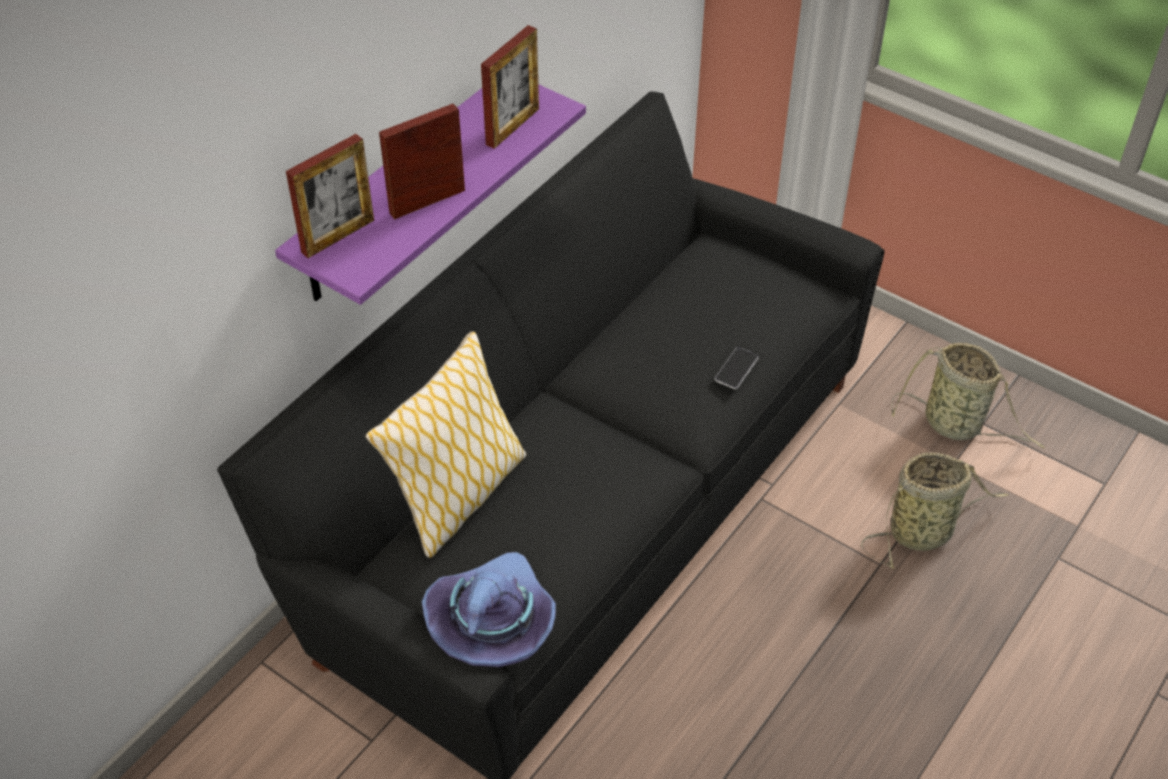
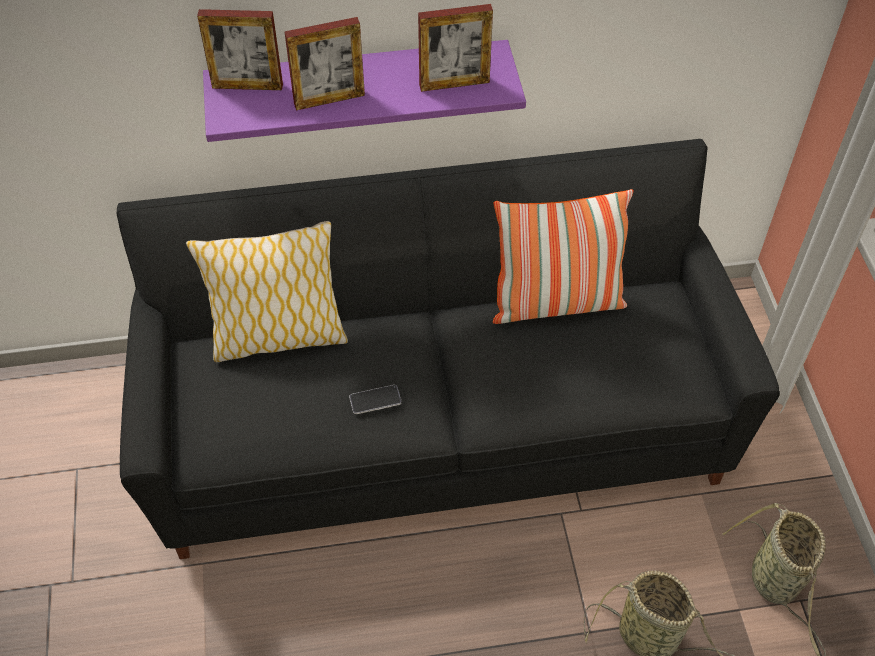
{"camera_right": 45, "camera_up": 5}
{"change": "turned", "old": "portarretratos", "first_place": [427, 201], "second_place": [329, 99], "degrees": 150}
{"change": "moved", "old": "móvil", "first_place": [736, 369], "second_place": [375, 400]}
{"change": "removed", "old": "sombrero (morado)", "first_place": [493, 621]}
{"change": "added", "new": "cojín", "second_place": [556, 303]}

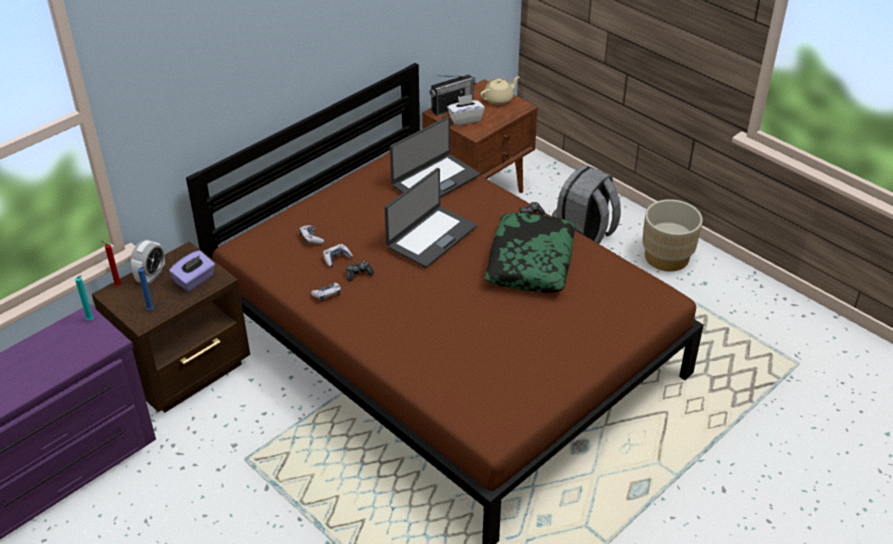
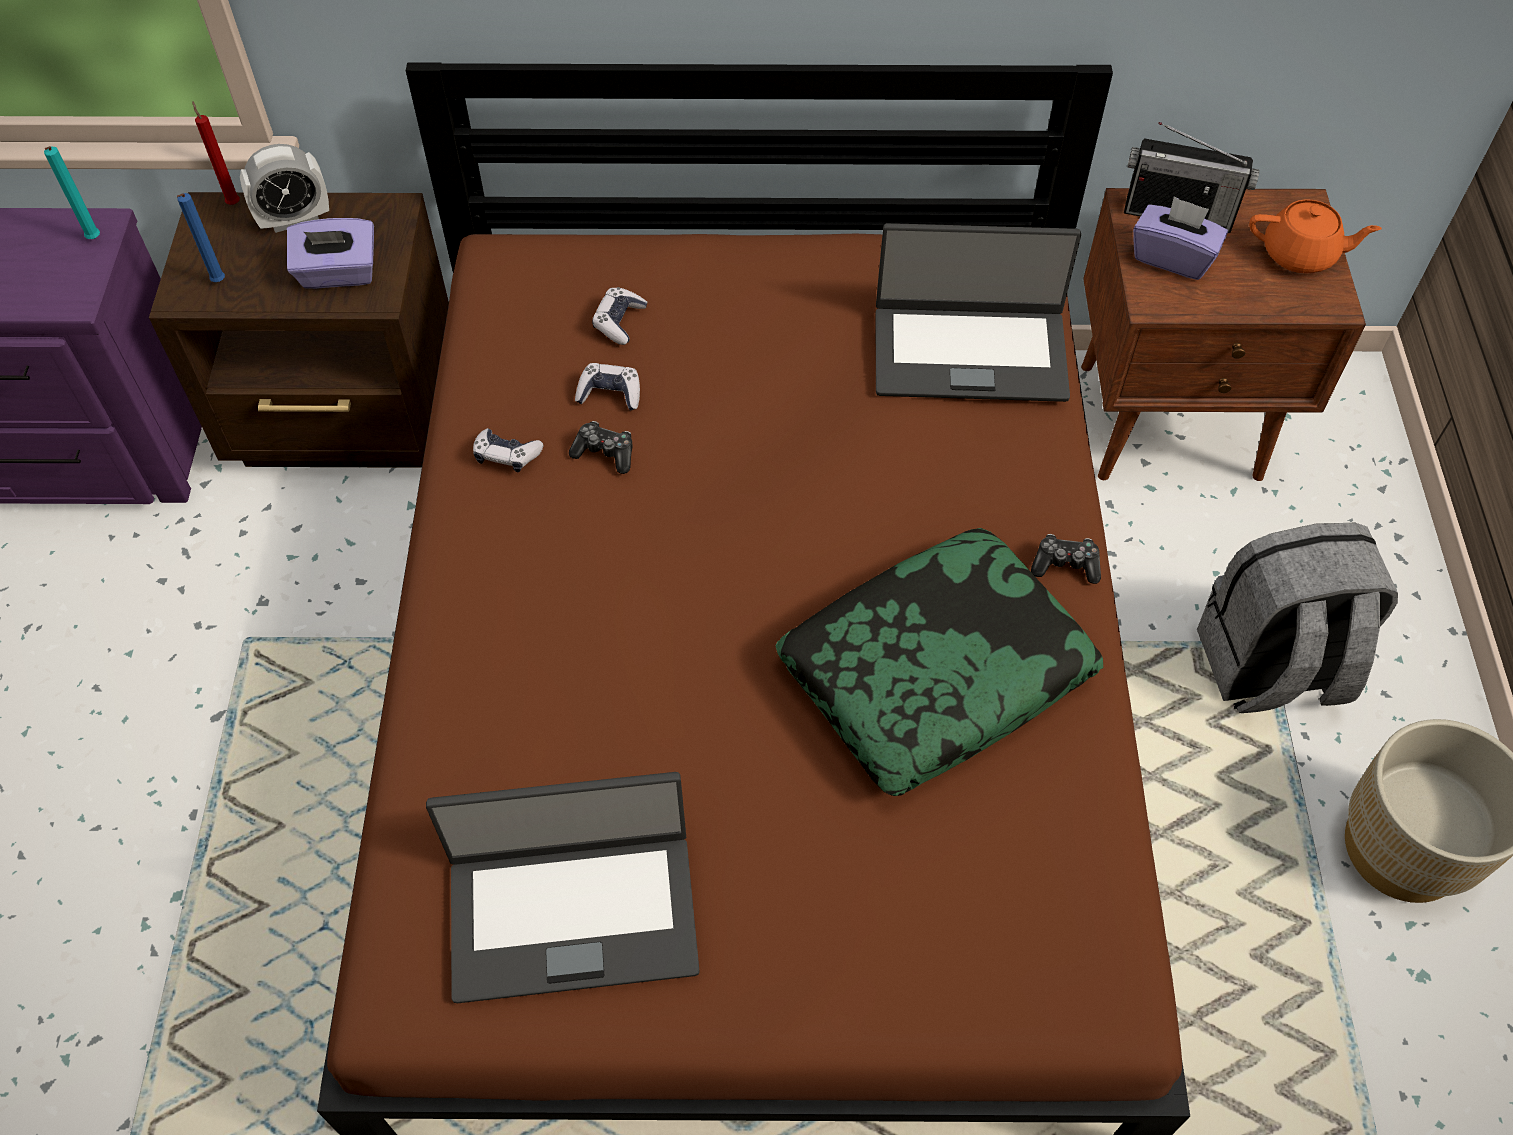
{"camera_right": 45, "camera_up": 15}
{"change": "recoloured", "old": "tetera (beis)", "new": "tetera (naranja)", "first_place": [499, 99], "second_place": [1300, 255]}
{"change": "recoloured", "old": "caja de pañuelos (blanco)", "new": "caja de pañuelos (morado)", "first_place": [465, 119], "second_place": [1172, 257]}
{"change": "moved", "old": "portátil", "first_place": [431, 236], "second_place": [573, 913]}

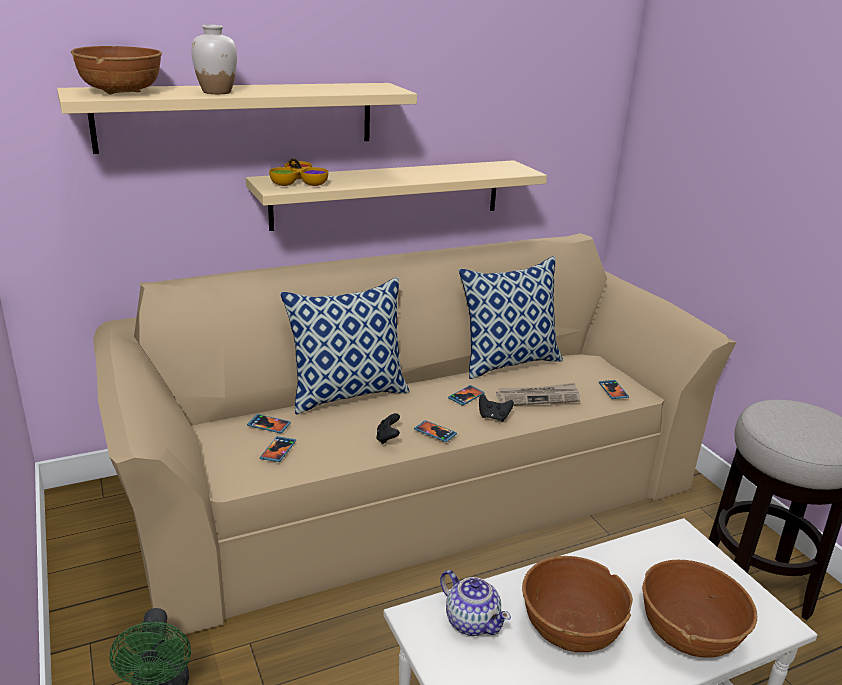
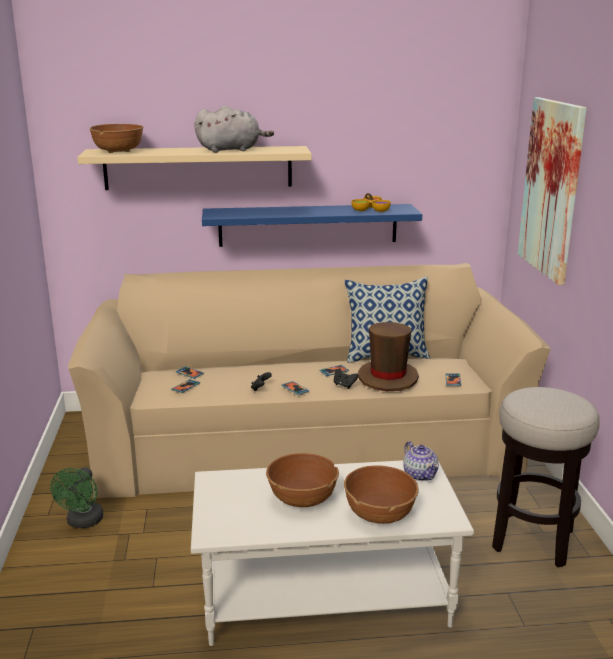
{"camera_right": 20, "camera_up": -5}
{"change": "removed", "old": "florero (blanco)", "first_place": [217, 92]}
{"change": "moved", "old": "cuenco", "first_place": [299, 182], "second_place": [371, 209]}
{"change": "recoloured", "old": "estante (beis)", "new": "estante (azul)", "first_place": [388, 194], "second_place": [308, 225]}
{"change": "removed", "old": "cojín", "first_place": [348, 394]}
{"change": "replaced", "old": "periódico", "new": "sombrero (marrón)", "first_place": [538, 397], "second_place": [388, 377]}
{"change": "moved", "old": "tetera", "first_place": [471, 621], "second_place": [420, 474]}
{"change": "added", "new": "cuadro", "second_place": [551, 188]}
{"change": "added", "new": "peluche (gris)", "second_place": [231, 150]}

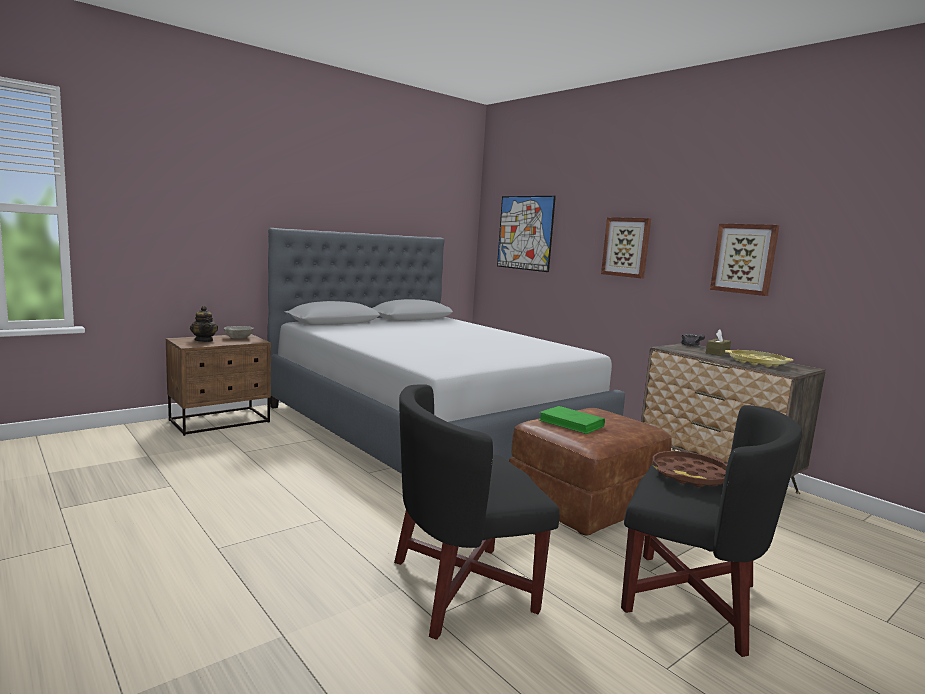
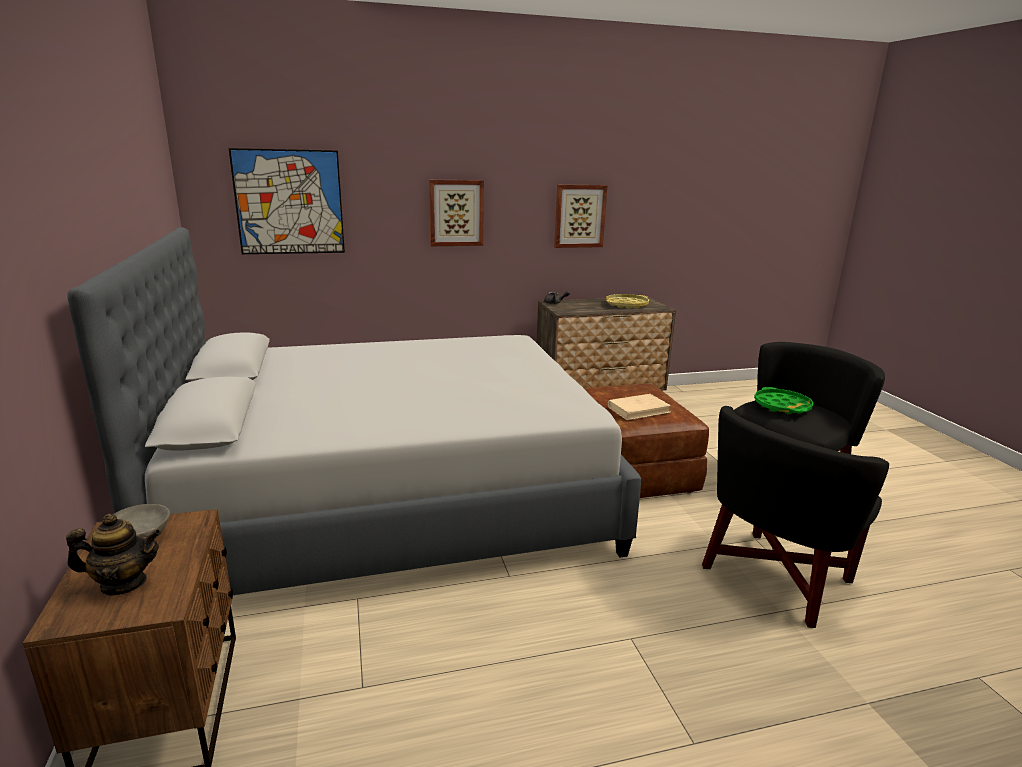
{"camera_right": -65, "camera_up": 10}
{"change": "removed", "old": "caja de pañuelos (marrón)", "first_place": [717, 352]}
{"change": "turned", "old": "sillón (negro)", "first_place": [461, 587], "second_place": [776, 576], "degrees": 45}
{"change": "recoloured", "old": "libro (verde)", "new": "libro (beis)", "first_place": [571, 423], "second_place": [639, 410]}
{"change": "recoloured", "old": "bandeja (marrón)", "new": "bandeja (verde)", "first_place": [690, 475], "second_place": [782, 406]}

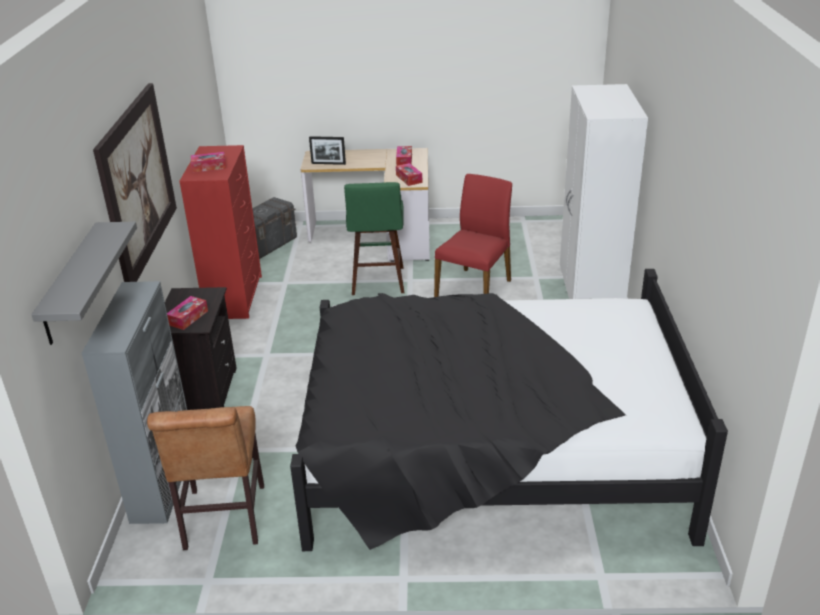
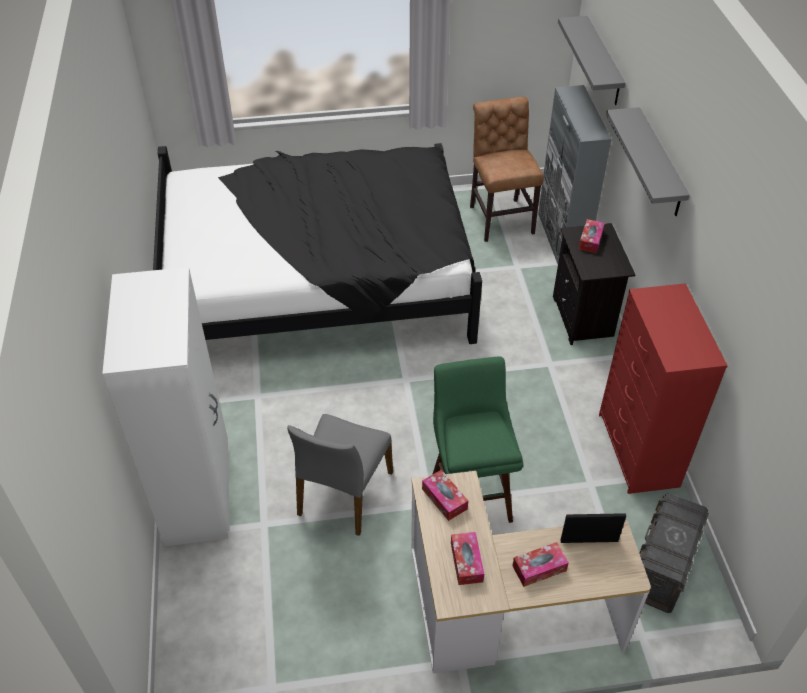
{"camera_right": 170, "camera_up": 15}
{"change": "replaced", "old": "cuadro", "new": "estante (gris)", "first_place": [137, 182], "second_place": [659, 163]}
{"change": "moved", "old": "caja de pañuelos", "first_place": [209, 167], "second_place": [539, 568]}
{"change": "recoloured", "old": "silla (rojo)", "new": "silla (gris)", "first_place": [474, 288], "second_place": [343, 493]}

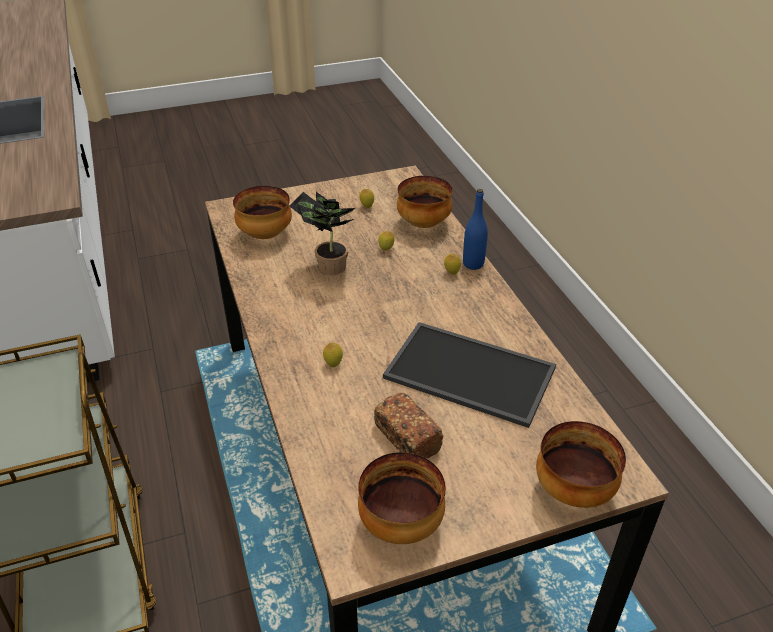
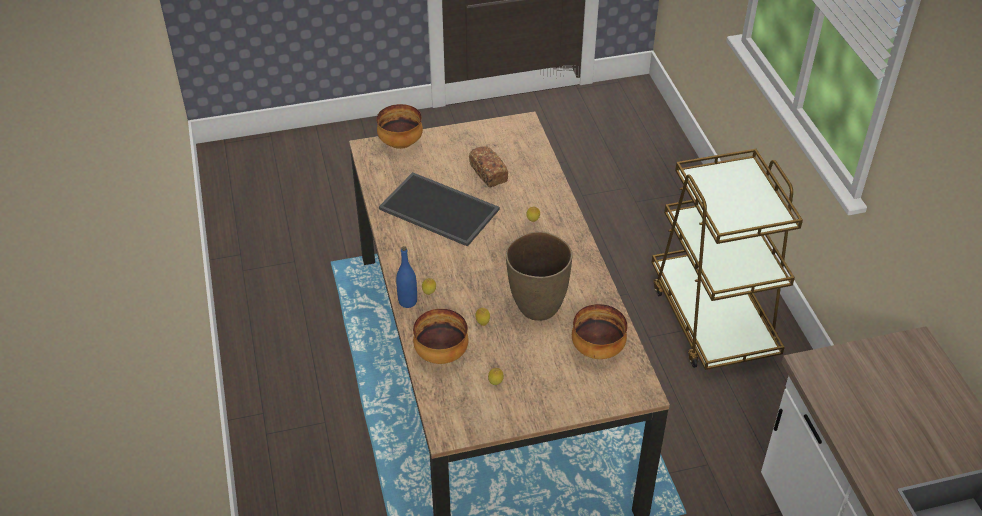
{"camera_right": -175, "camera_up": 5}
{"change": "replaced", "old": "planta en maceta", "new": "florero (marrón)", "first_place": [327, 267], "second_place": [537, 307]}
{"change": "removed", "old": "cuenco", "first_place": [401, 525]}

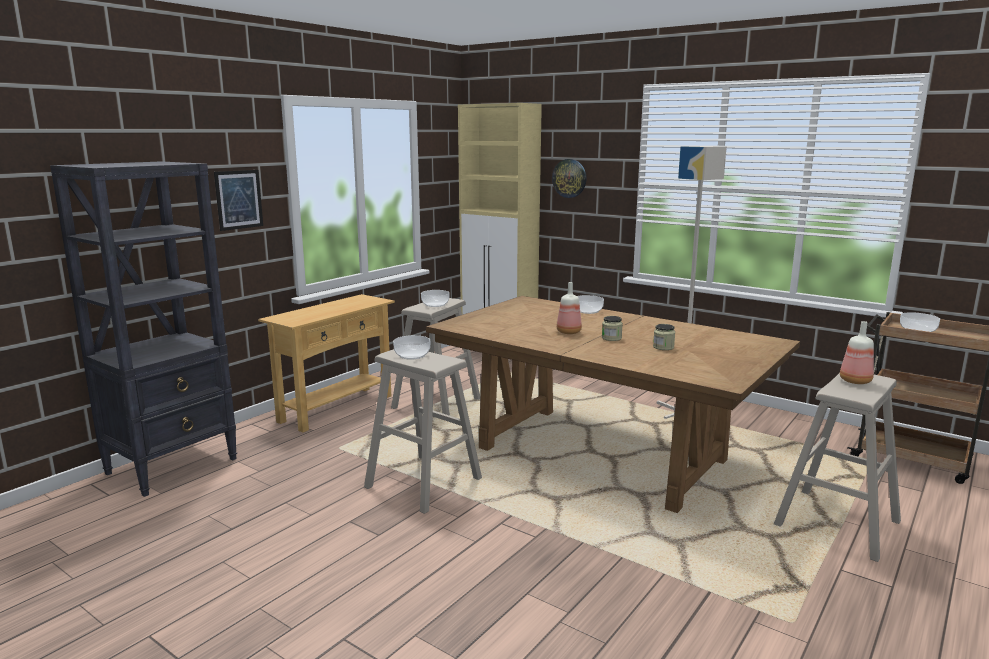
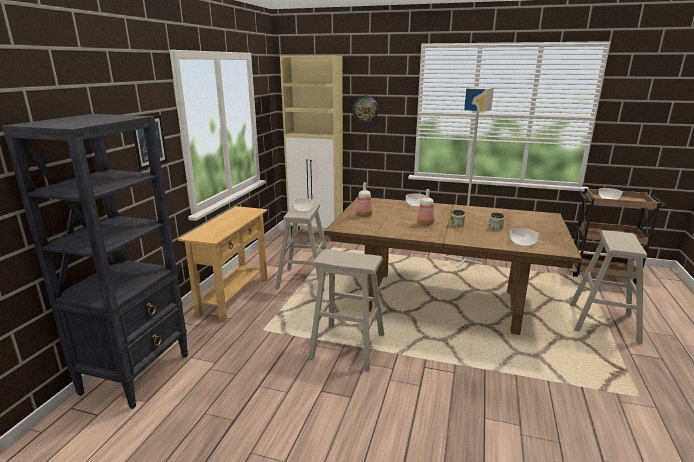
{"camera_right": -20, "camera_up": 5}
{"change": "moved", "old": "botella", "first_place": [854, 381], "second_place": [363, 215]}
{"change": "moved", "old": "cuenco", "first_place": [411, 355], "second_place": [522, 243]}

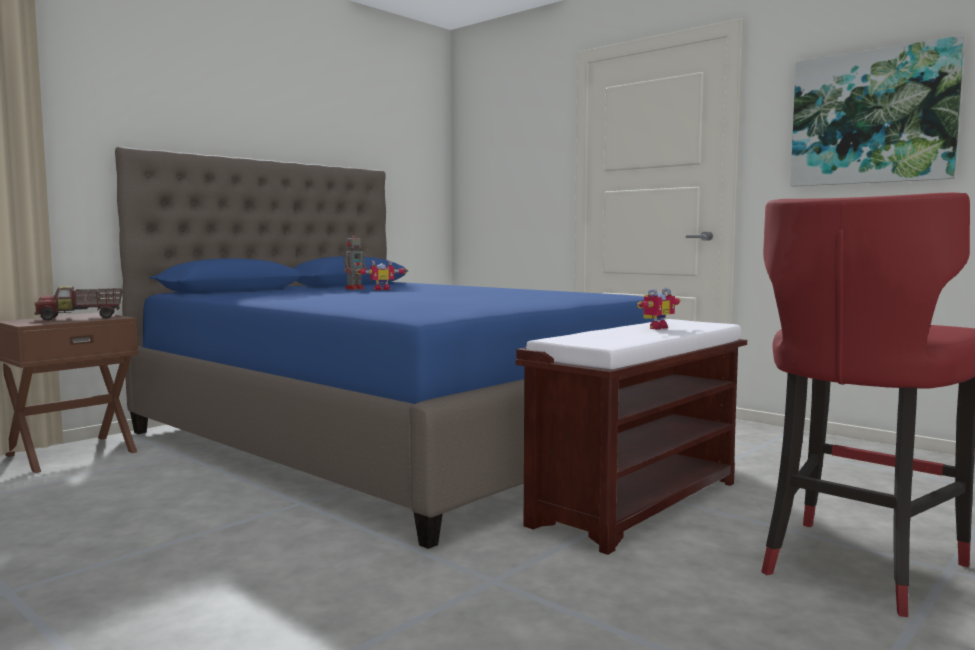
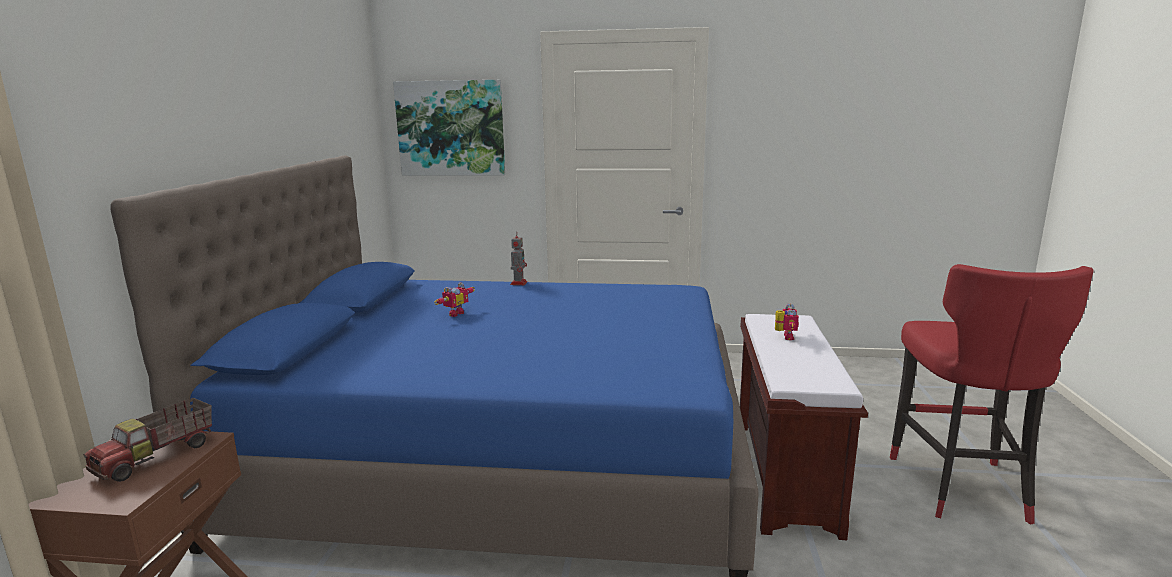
{"camera_right": -35, "camera_up": 10}
{"change": "moved", "old": "cuadro", "first_place": [872, 117], "second_place": [451, 128]}
{"change": "moved", "old": "robot de juguete", "first_place": [355, 289], "second_place": [519, 283]}

